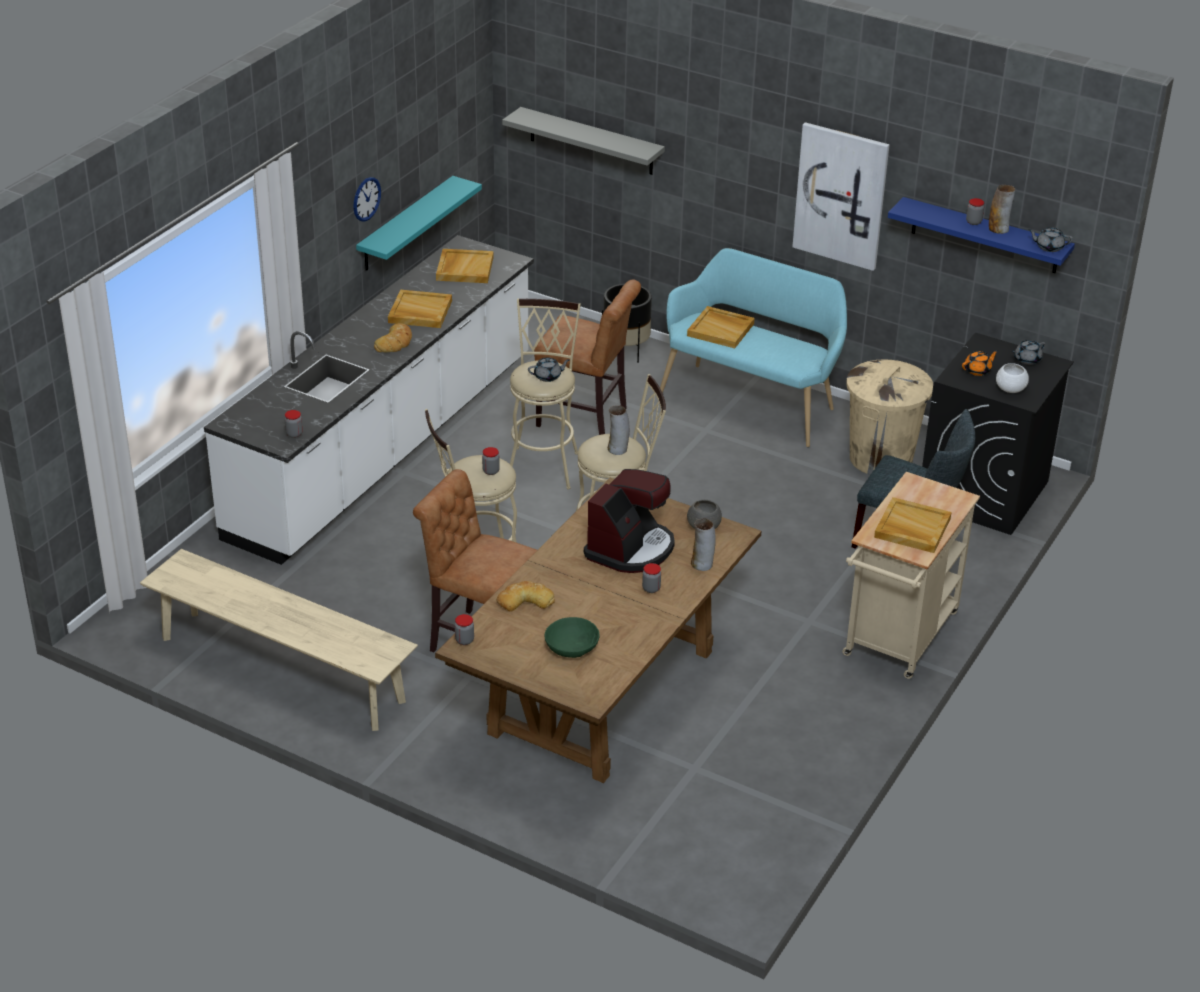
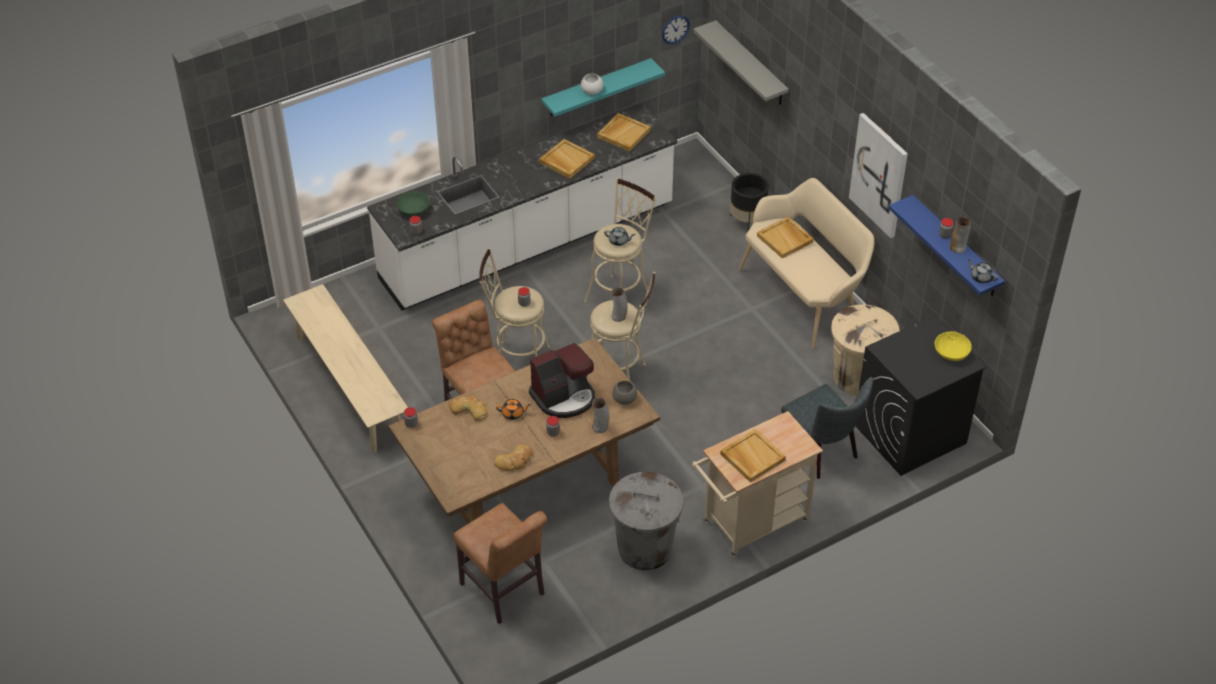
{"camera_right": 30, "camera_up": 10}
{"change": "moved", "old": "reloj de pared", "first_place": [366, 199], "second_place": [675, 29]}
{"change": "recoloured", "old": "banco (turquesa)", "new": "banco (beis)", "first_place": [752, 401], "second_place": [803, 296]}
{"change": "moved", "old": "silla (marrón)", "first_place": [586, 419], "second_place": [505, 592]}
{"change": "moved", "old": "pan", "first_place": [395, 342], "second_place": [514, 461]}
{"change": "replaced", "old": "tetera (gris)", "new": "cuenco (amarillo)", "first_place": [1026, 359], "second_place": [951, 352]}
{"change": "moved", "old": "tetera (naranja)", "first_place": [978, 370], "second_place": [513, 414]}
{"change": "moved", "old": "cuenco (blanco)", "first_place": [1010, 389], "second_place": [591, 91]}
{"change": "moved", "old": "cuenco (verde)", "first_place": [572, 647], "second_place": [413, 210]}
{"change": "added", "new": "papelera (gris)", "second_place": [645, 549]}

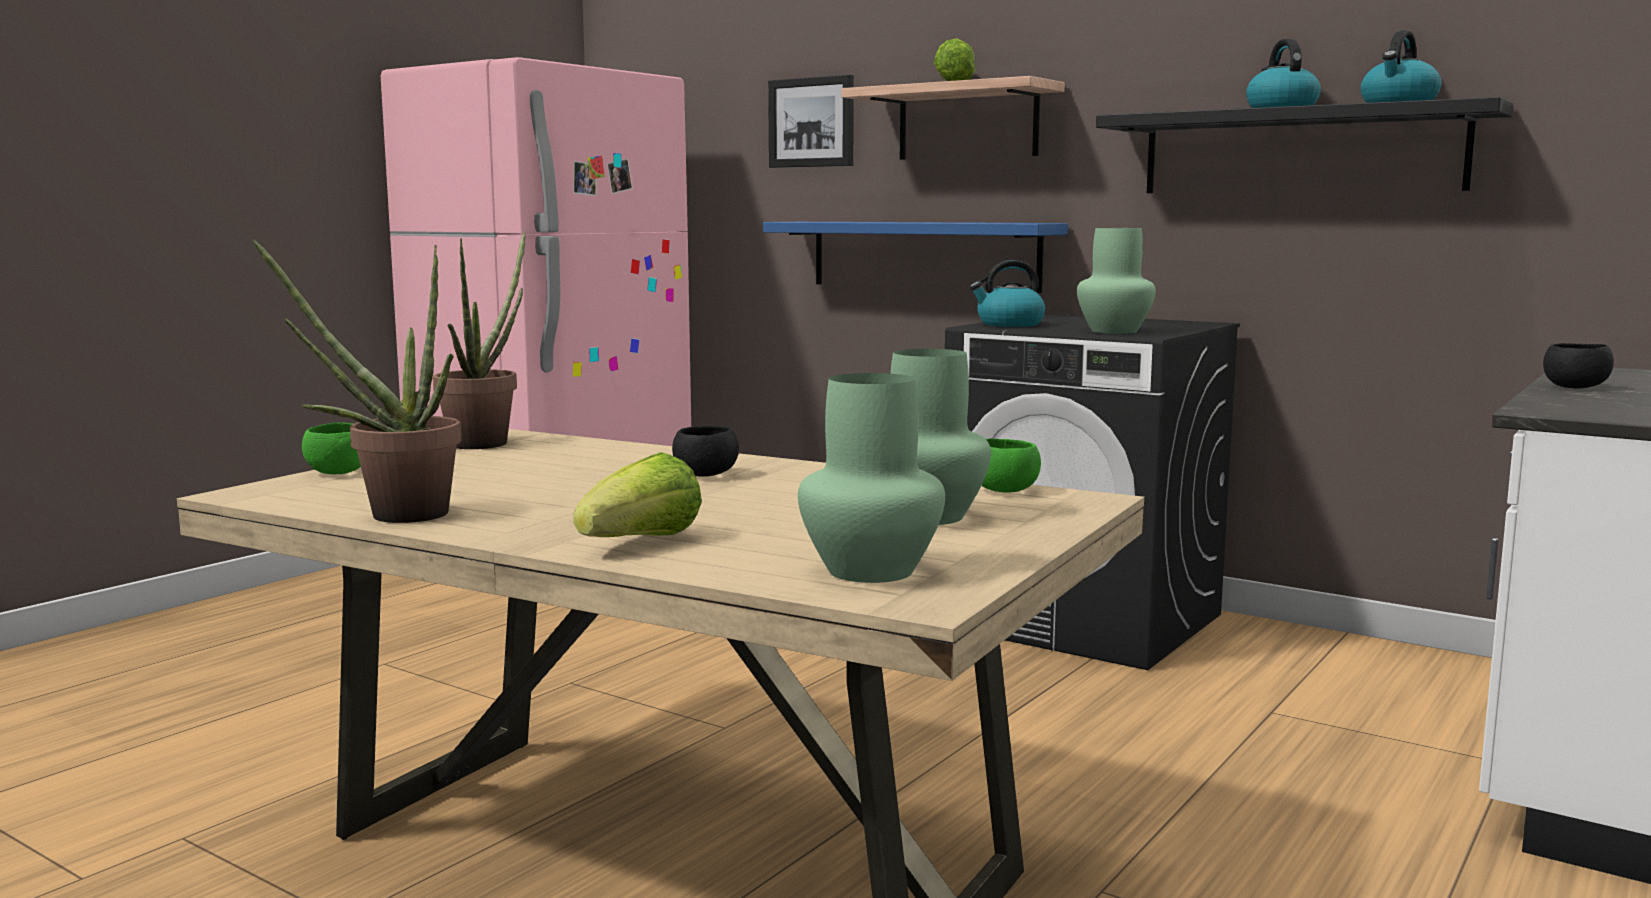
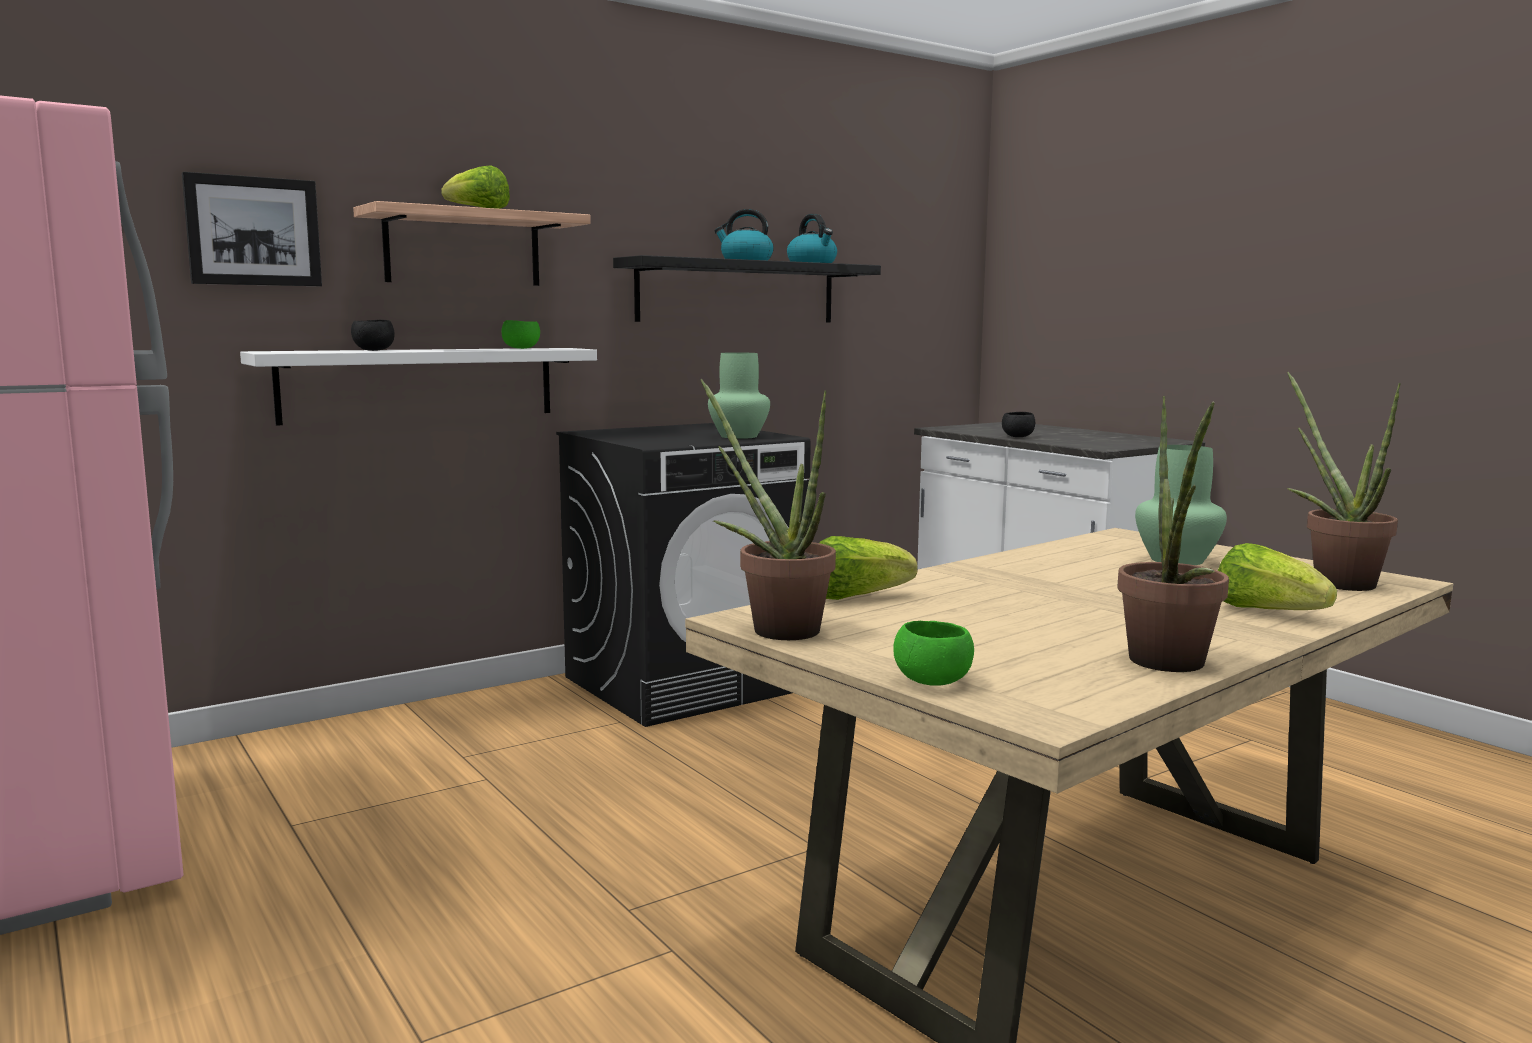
{"camera_right": -70, "camera_up": 0}
{"change": "recoloured", "old": "estante (azul)", "new": "estante (blanco)", "first_place": [923, 255], "second_place": [420, 384]}
{"change": "removed", "old": "hervidor", "first_place": [1009, 324]}
{"change": "replaced", "old": "florero (verde)", "new": "planta en maceta", "first_place": [873, 571], "second_place": [1334, 581]}
{"change": "moved", "old": "cuenco (negro)", "first_place": [705, 475], "second_place": [373, 350]}
{"change": "moved", "old": "cuenco (verde)", "first_place": [1005, 491], "second_place": [521, 348]}
{"change": "added", "new": "lechuga", "second_place": [857, 597]}

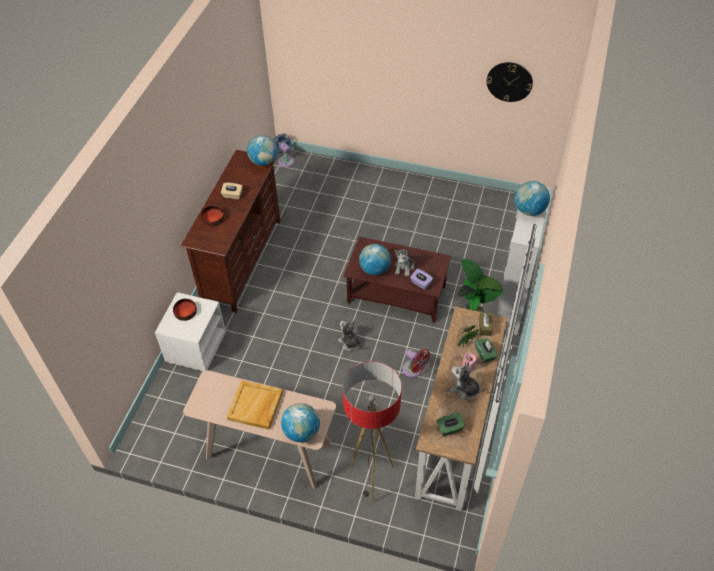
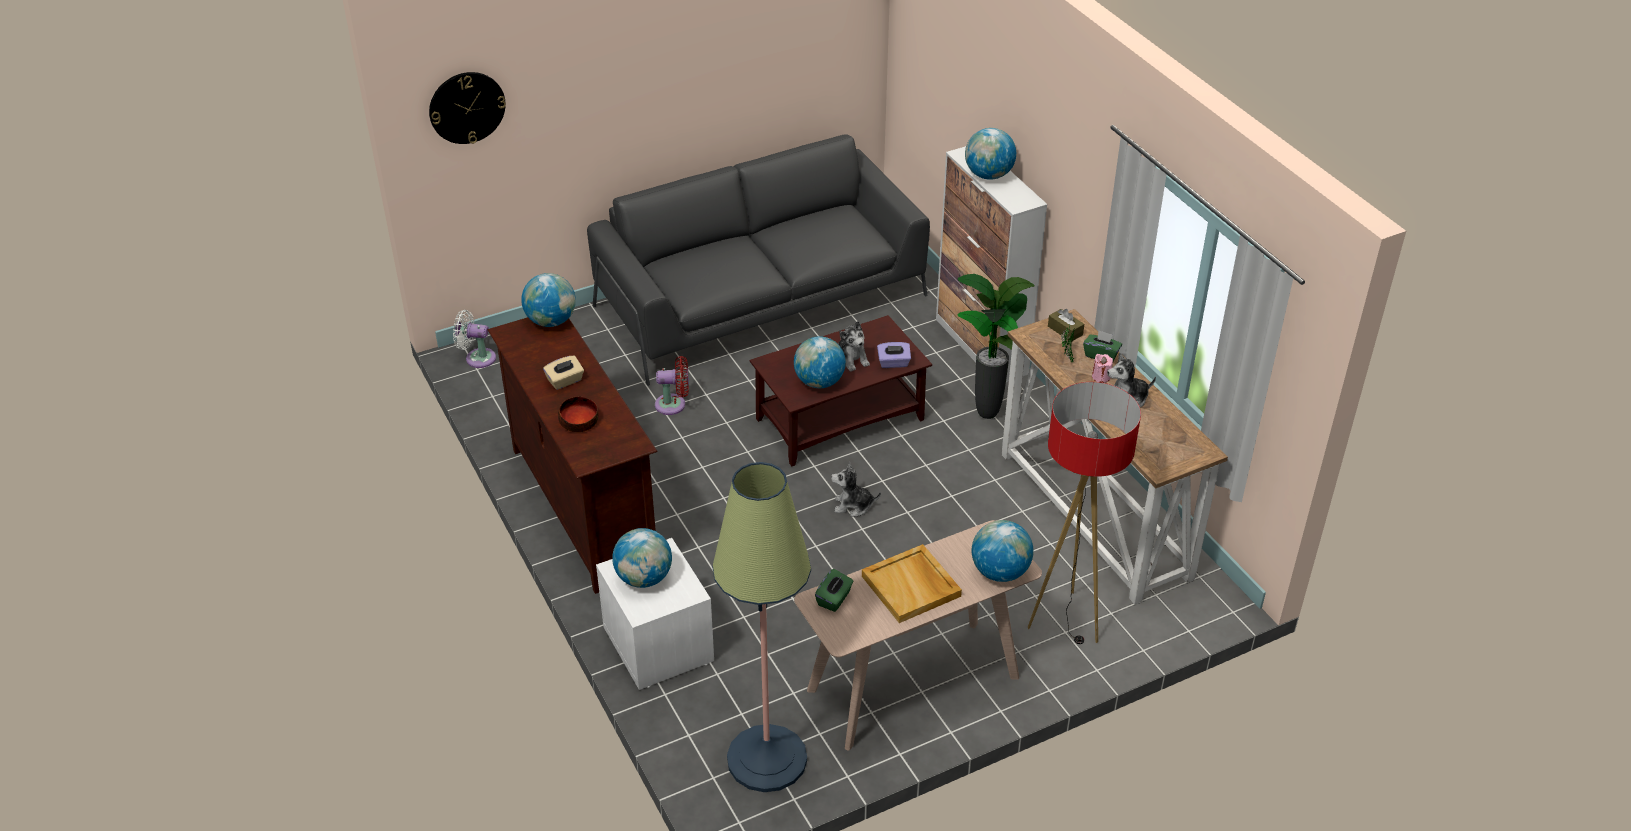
{"camera_right": -45, "camera_up": -10}
{"change": "moved", "old": "reloj de pared", "first_place": [509, 81], "second_place": [467, 107]}
{"change": "recoloured", "old": "ventilador (azul)", "new": "ventilador (blanco)", "first_place": [285, 160], "second_place": [477, 358]}
{"change": "replaced", "old": "cuenco", "new": "globo terráqueo", "first_place": [185, 313], "second_place": [644, 578]}
{"change": "moved", "old": "ventilador (rojo)", "first_place": [414, 370], "second_place": [674, 404]}
{"change": "moved", "old": "caja de pañuelos (verde)", "first_place": [450, 428], "second_place": [834, 599]}
{"change": "added", "new": "sofá (gris)", "second_place": [760, 300]}
{"change": "added", "new": "lámpara de pie", "second_place": [767, 759]}

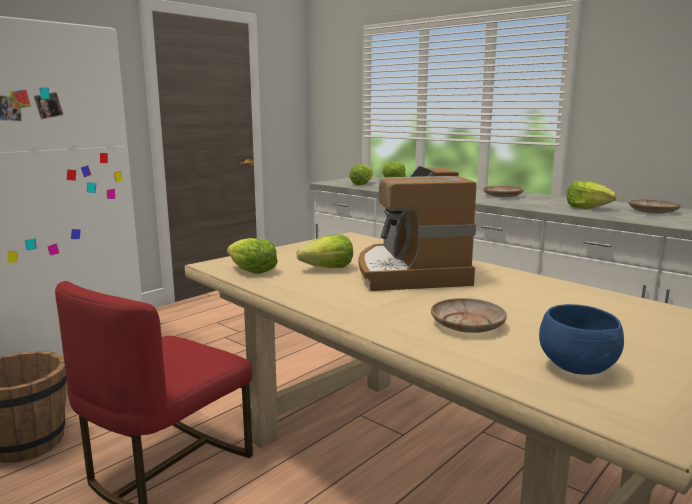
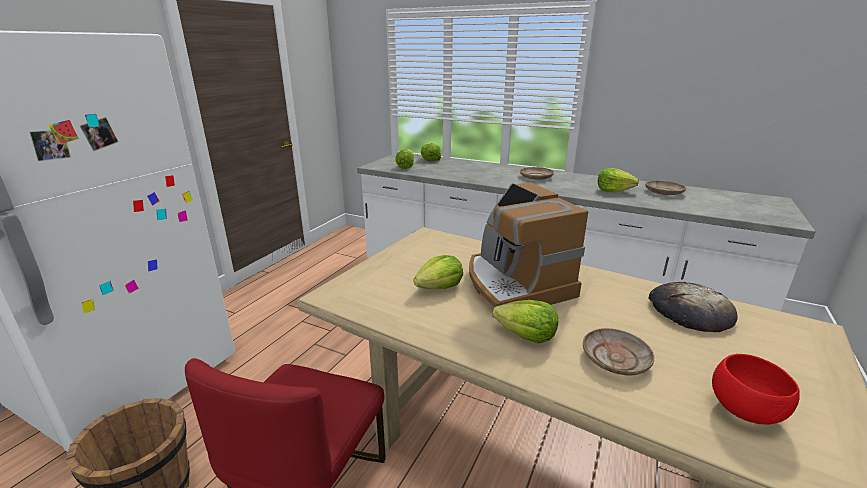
{"camera_right": -15, "camera_up": 10}
{"change": "moved", "old": "lechuga", "first_place": [252, 271], "second_place": [526, 335]}
{"change": "recoloured", "old": "cuenco (azul)", "new": "cuenco (rojo)", "first_place": [579, 369], "second_place": [745, 411]}
{"change": "added", "new": "pan", "second_place": [689, 311]}

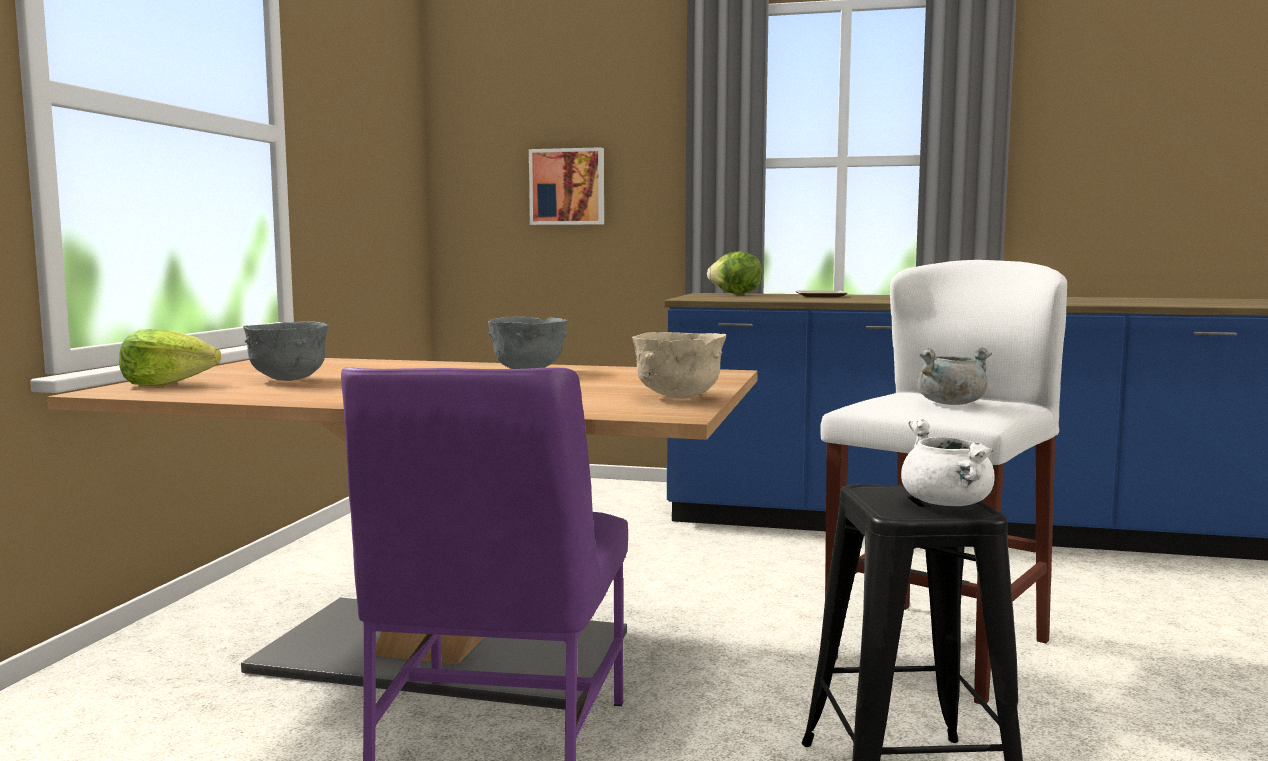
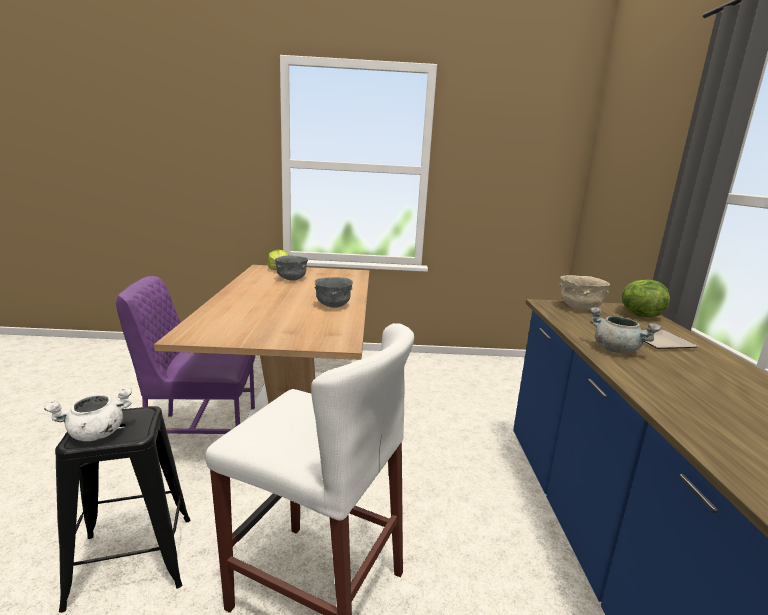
{"camera_right": 75, "camera_up": 10}
{"change": "removed", "old": "cuadro", "first_place": [567, 187]}
{"change": "moved", "old": "cuenco (beis)", "first_place": [678, 397], "second_place": [579, 308]}
{"change": "moved", "old": "olla (gris)", "first_place": [951, 403], "second_place": [617, 350]}

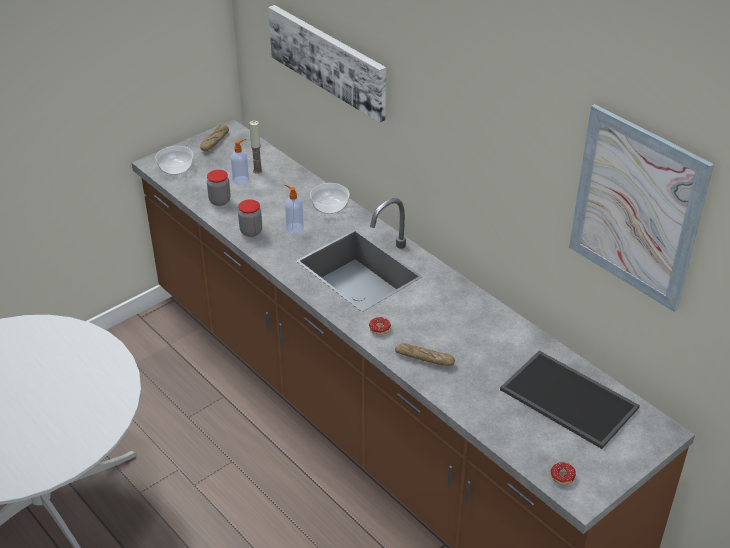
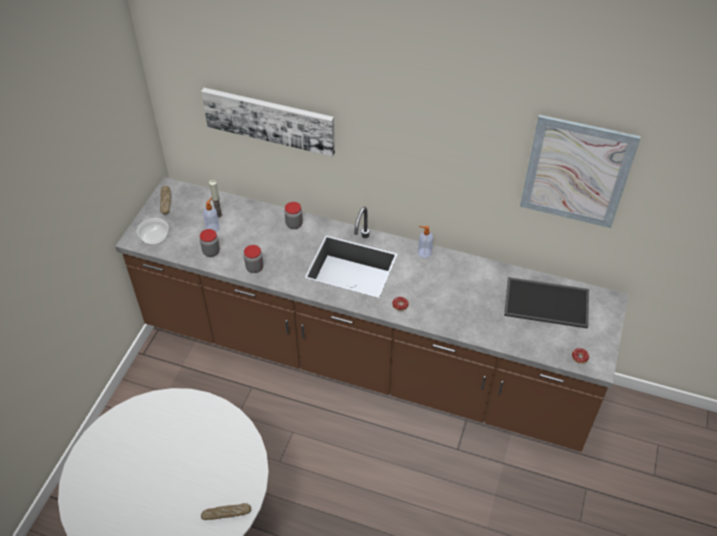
{"camera_right": -30, "camera_up": 10}
{"change": "replaced", "old": "cuenco", "new": "tarro", "first_place": [329, 207], "second_place": [294, 224]}
{"change": "moved", "old": "dispensador de jabón", "first_place": [294, 227], "second_place": [424, 252]}
{"change": "moved", "old": "pan", "first_place": [424, 358], "second_place": [226, 513]}

